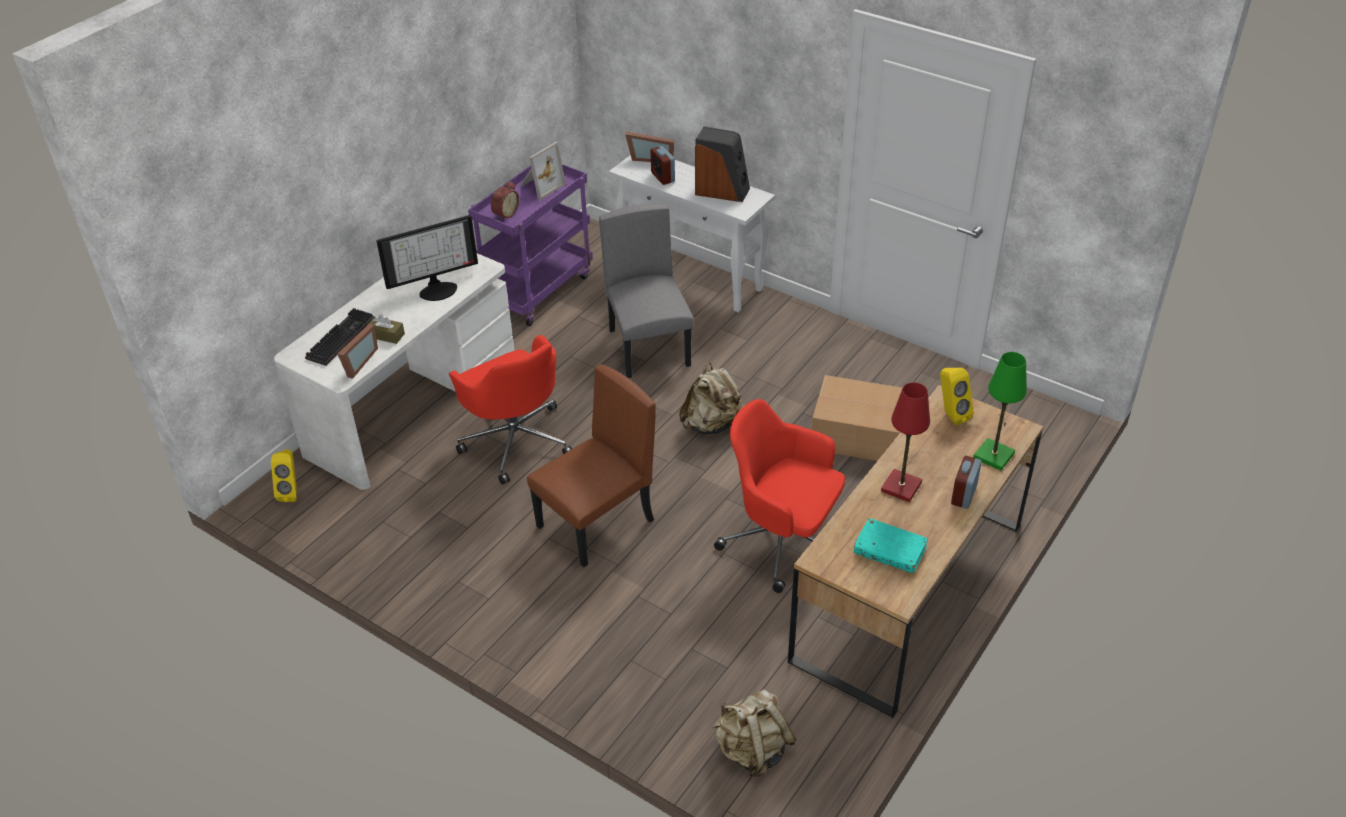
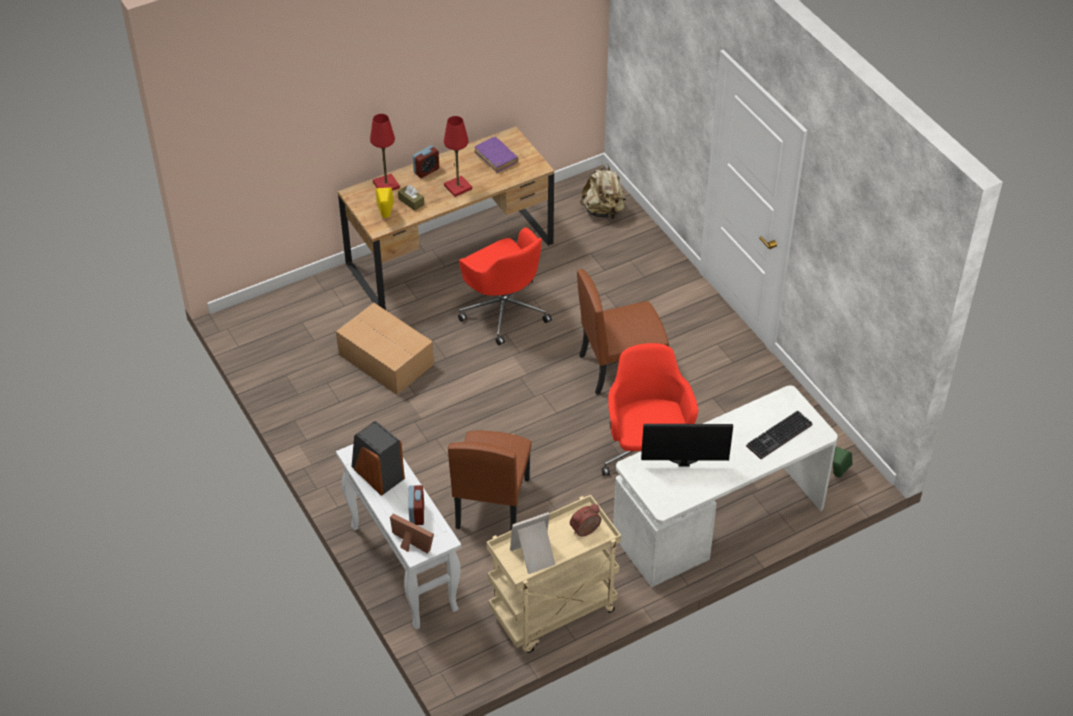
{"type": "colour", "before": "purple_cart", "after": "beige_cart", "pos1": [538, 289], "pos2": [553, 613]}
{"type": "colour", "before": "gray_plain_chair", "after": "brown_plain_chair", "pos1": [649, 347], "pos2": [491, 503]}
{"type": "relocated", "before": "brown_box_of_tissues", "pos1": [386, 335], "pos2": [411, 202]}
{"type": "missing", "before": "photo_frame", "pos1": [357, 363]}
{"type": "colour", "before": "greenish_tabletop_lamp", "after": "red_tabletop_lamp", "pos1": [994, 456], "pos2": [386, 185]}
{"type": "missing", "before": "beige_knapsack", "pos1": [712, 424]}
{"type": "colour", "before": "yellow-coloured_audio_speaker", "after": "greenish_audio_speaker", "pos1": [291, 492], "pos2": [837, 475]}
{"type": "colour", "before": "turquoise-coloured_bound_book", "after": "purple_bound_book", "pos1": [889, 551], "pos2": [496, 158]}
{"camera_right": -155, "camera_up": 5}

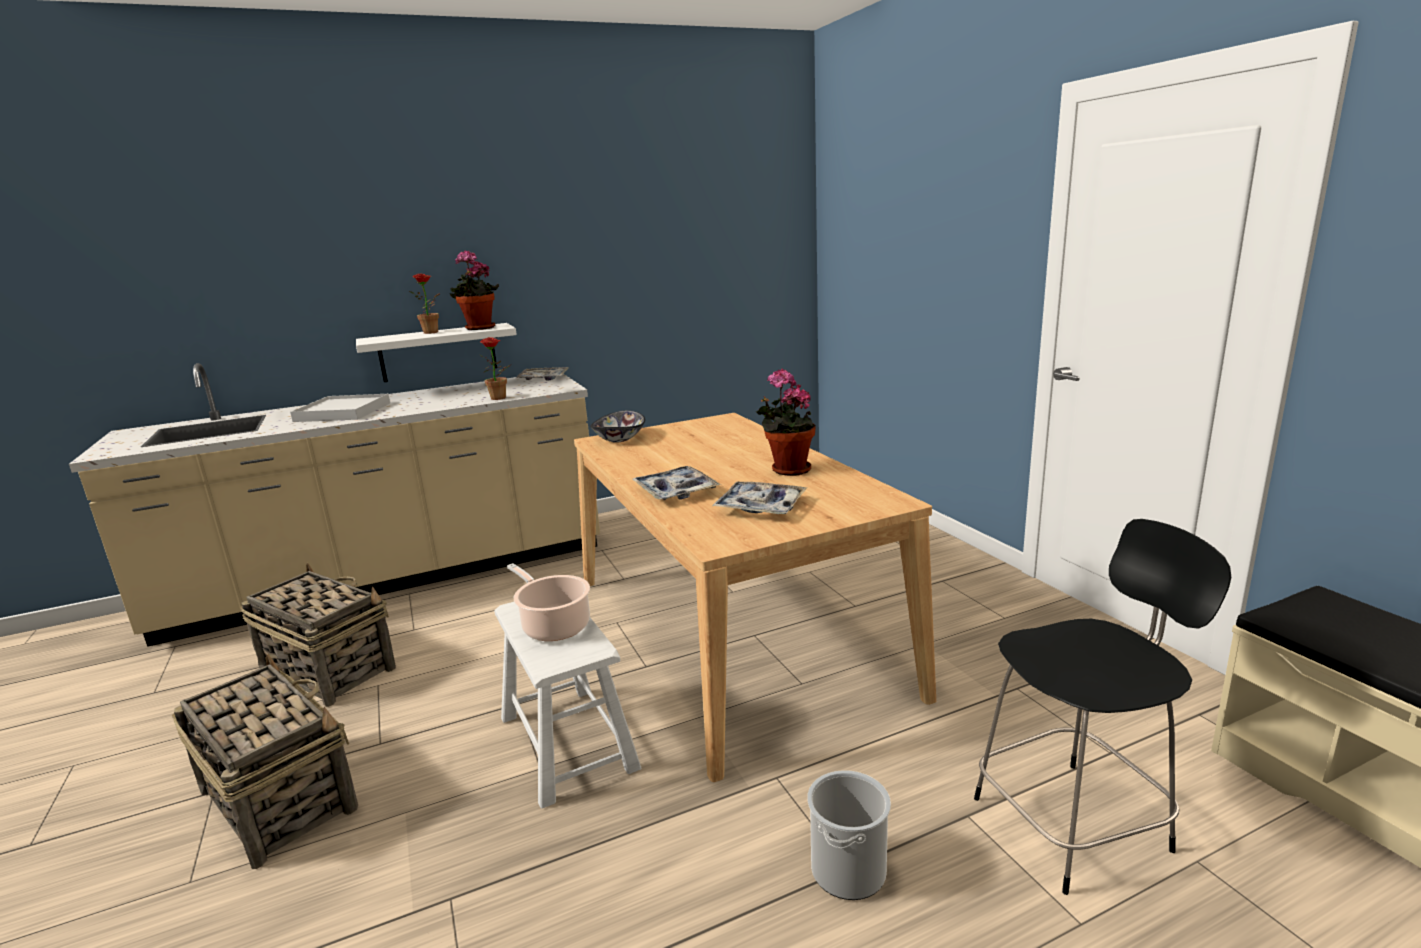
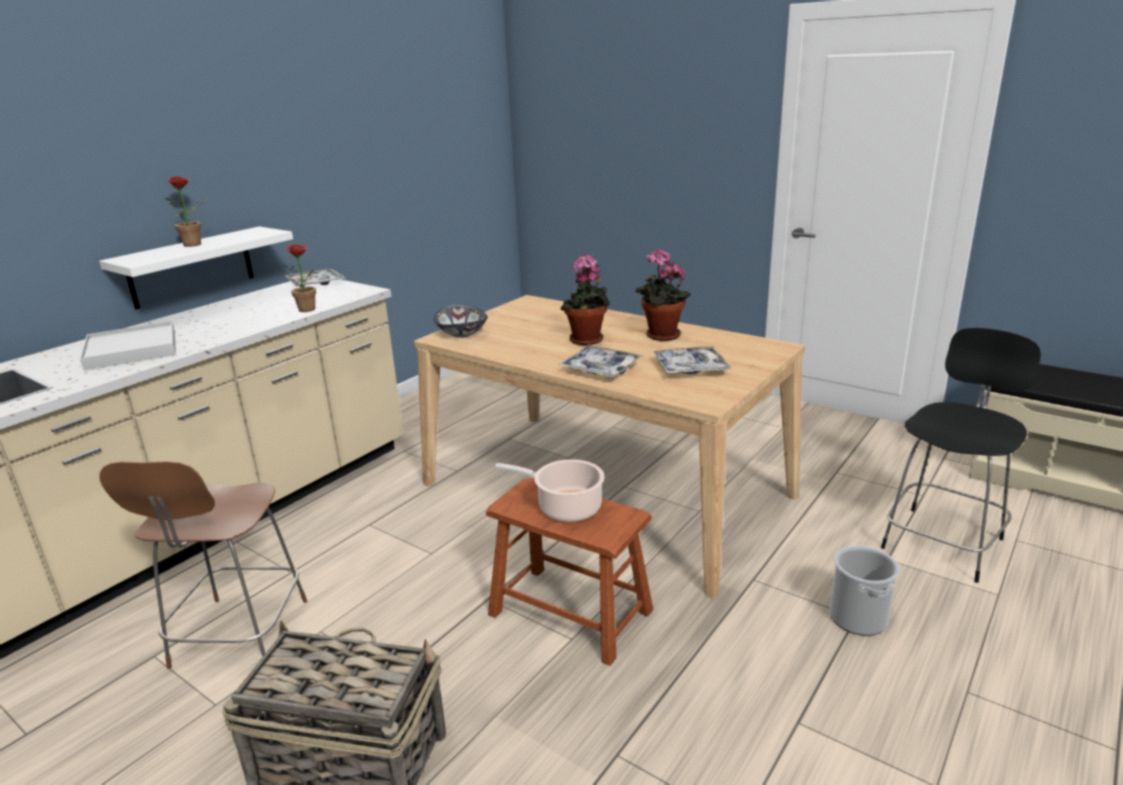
{"type": "relocated", "before": "houseplant", "pos1": [479, 328], "pos2": [587, 341]}
{"type": "exchanged", "before": "basket", "after": "brown_plain_chair", "pos1": [327, 669], "pos2": [238, 636]}
{"type": "colour", "before": "white_sitting_stool", "after": "brown_sitting_stool", "pos1": [567, 742], "pos2": [570, 612]}
{"camera_right": -30, "camera_up": 5}

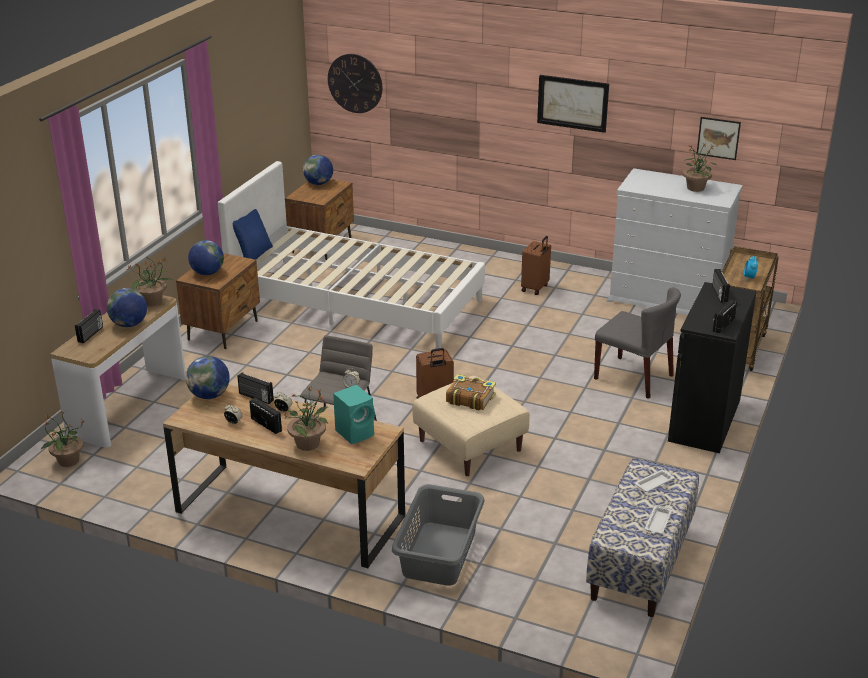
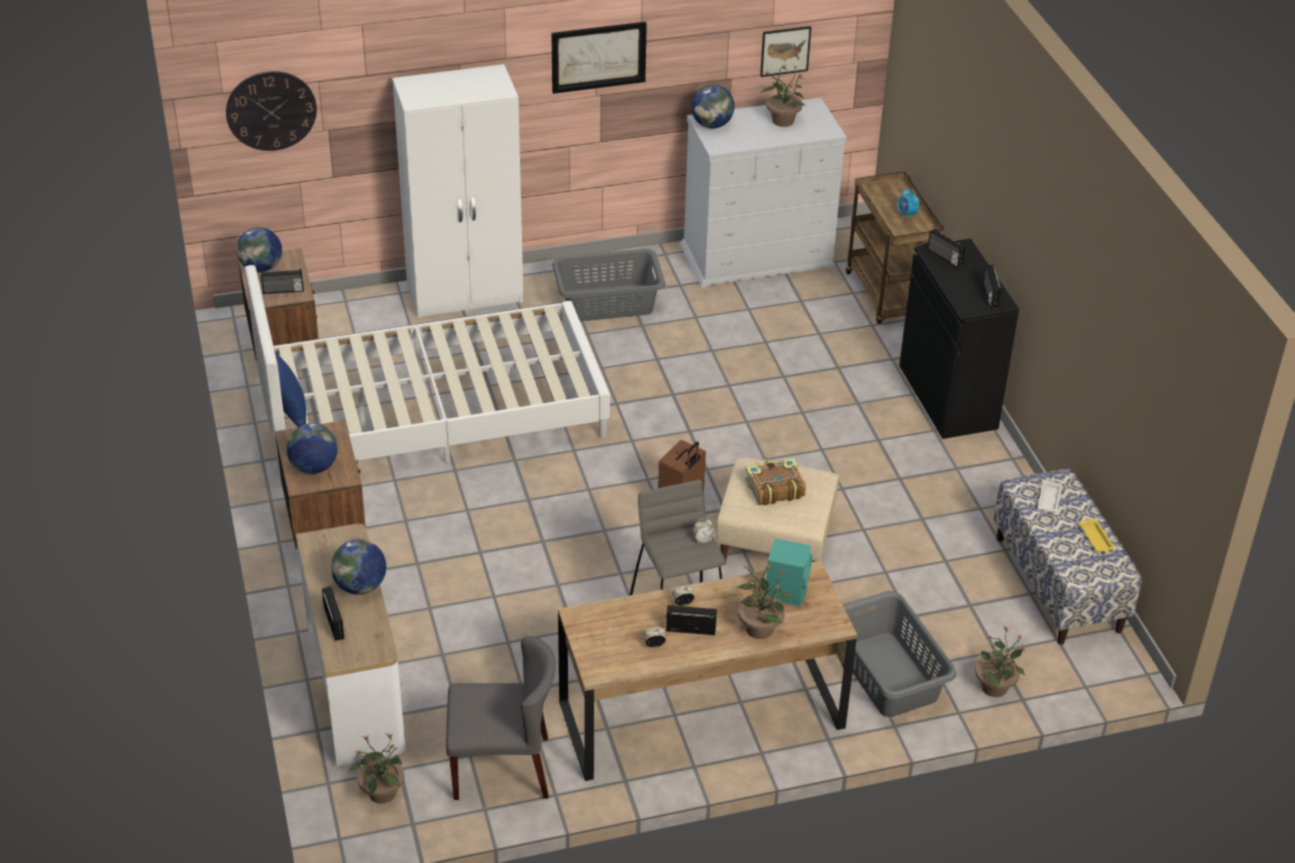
{"type": "exchanged", "before": "brown_travel_case", "after": "gray_washing_basket", "pos1": [535, 288], "pos2": [608, 303]}
{"type": "relocated", "before": "houseplant", "pos1": [153, 301], "pos2": [995, 687]}
{"type": "relocated", "before": "gray_plain_chair", "pos1": [634, 377], "pos2": [502, 767]}
{"type": "relocated", "before": "globe", "pos1": [209, 395], "pos2": [712, 125]}
{"type": "relocated", "before": "radio_receiver", "pos1": [255, 397], "pos2": [283, 291]}
{"type": "colour", "before": "white_serving_tray", "after": "yellow-coloured_serving_tray", "pos1": [658, 523], "pos2": [1096, 539]}
{"type": "appeared", "after": "white_clothes_cupboard", "pos2": [466, 294]}
{"camera_right": -40, "camera_up": 10}

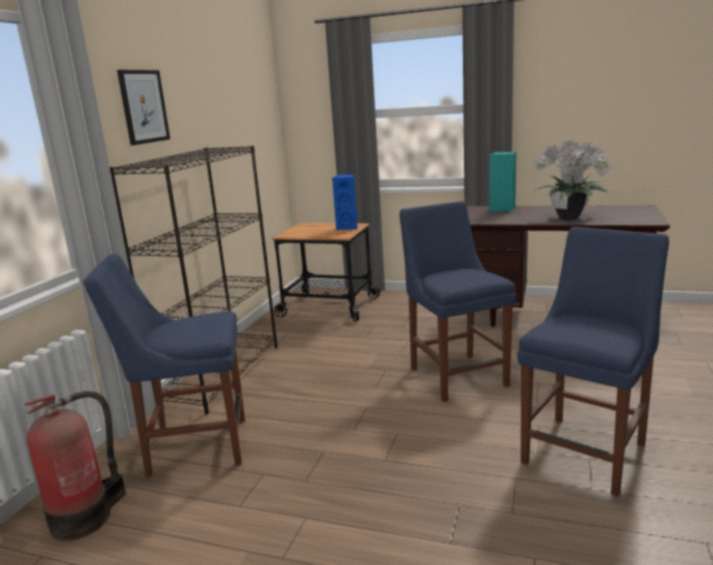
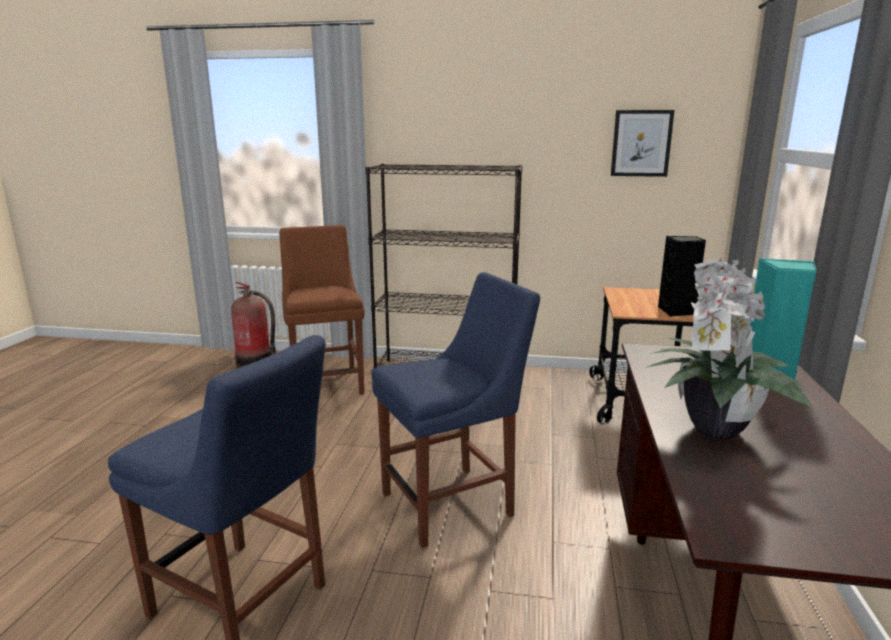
{"type": "relocated", "before": "wall_art", "pos1": [143, 106], "pos2": [641, 143]}
{"type": "colour", "before": "blue-coloured_audio_speaker", "after": "black_audio_speaker", "pos1": [348, 227], "pos2": [677, 312]}
{"type": "colour", "before": "blue-coloured_plain_chair", "after": "brown_plain_chair", "pos1": [192, 446], "pos2": [327, 382]}
{"camera_right": 80, "camera_up": 0}

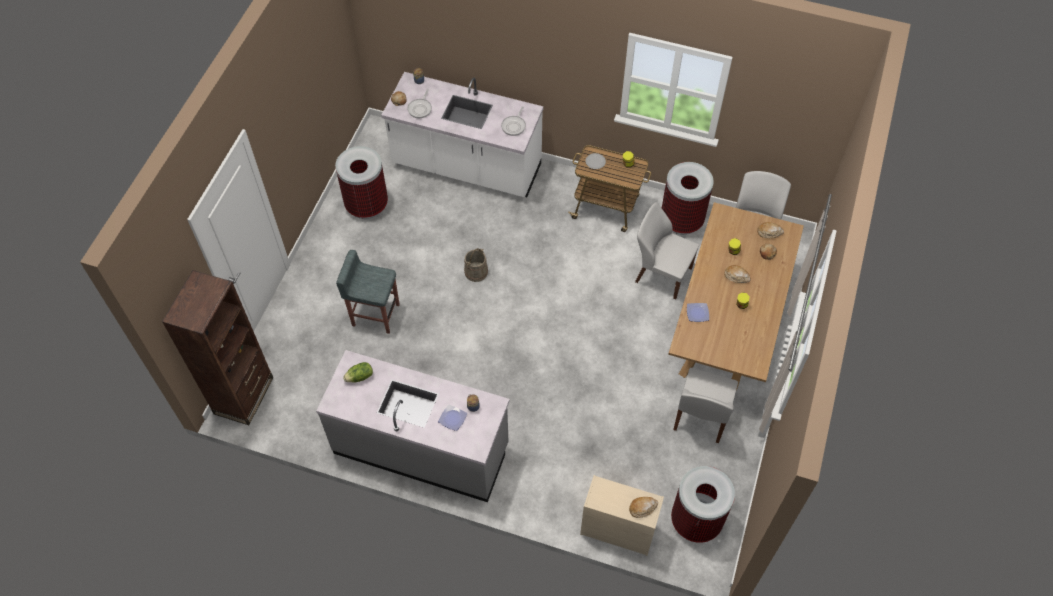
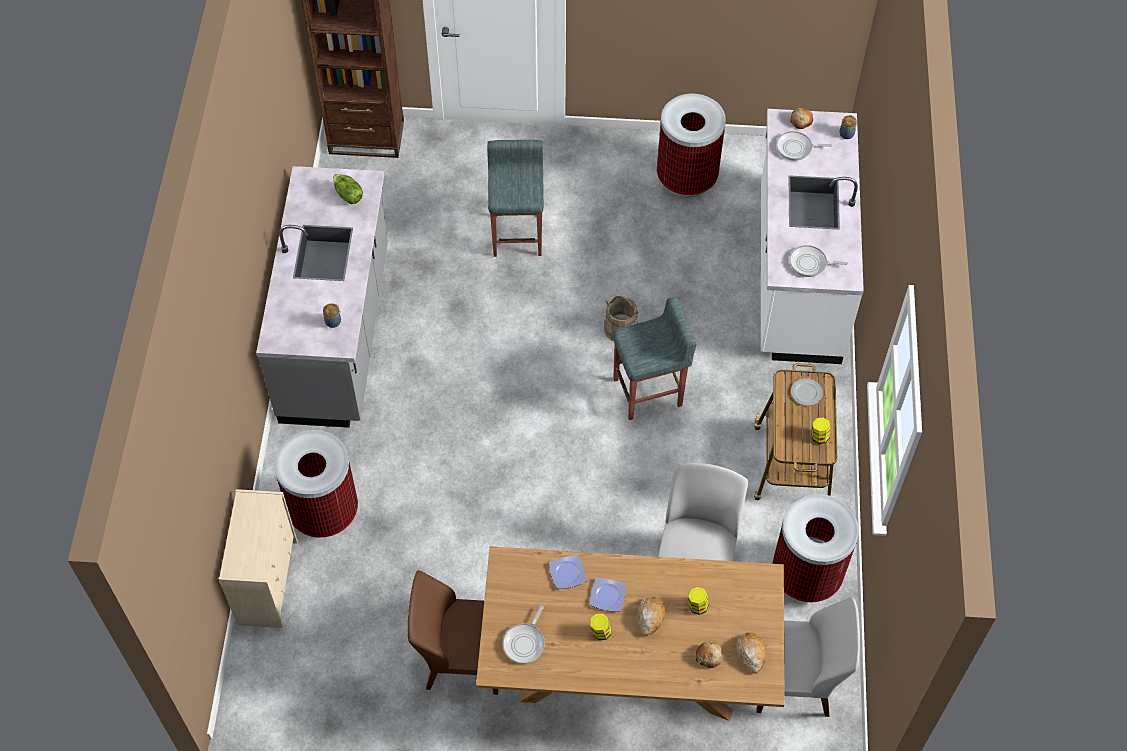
{"type": "colour", "before": "white_plain_chair", "after": "brown_plain_chair", "pos1": [700, 417], "pos2": [462, 659]}
{"type": "relocated", "before": "dinner_plate", "pos1": [453, 419], "pos2": [607, 596]}
{"type": "relocated", "before": "trash_can", "pos1": [695, 521], "pos2": [323, 512]}
{"type": "missing", "before": "baked_bread", "pos1": [642, 508]}
{"type": "appeared", "after": "gray_sitting_stool", "pos2": [648, 392]}
{"type": "appeared", "after": "frying_pan", "pos2": [525, 642]}
{"camera_right": 75, "camera_up": 0}

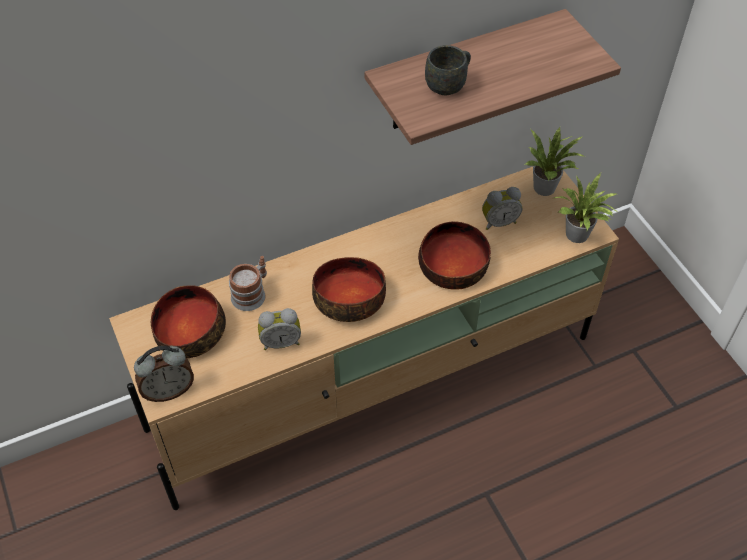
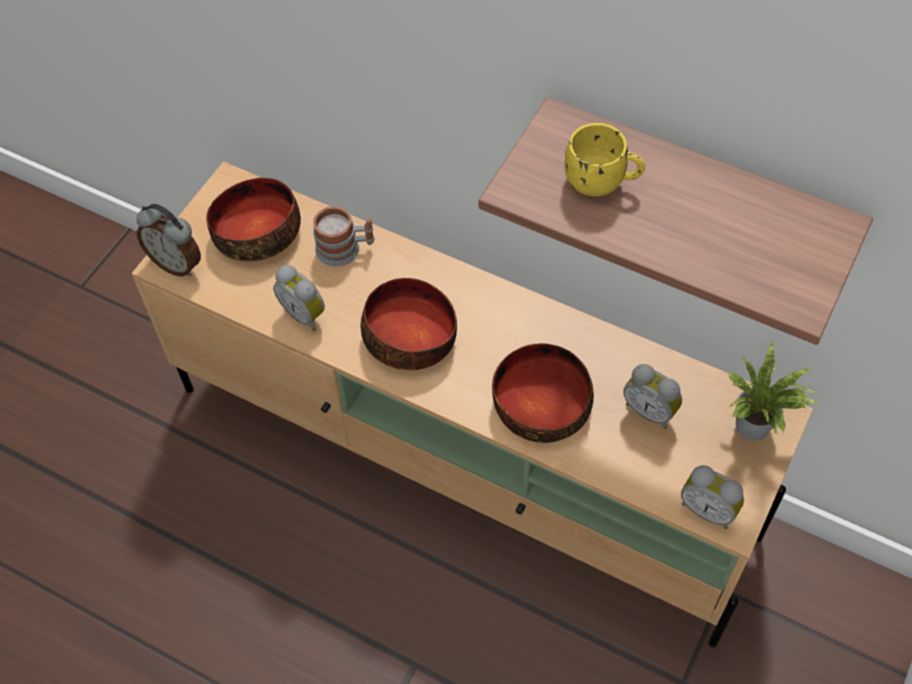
{"type": "colour", "before": "gray_mug", "after": "yellow-coloured_mug", "pos1": [449, 84], "pos2": [602, 182]}
{"type": "exchanged", "before": "houseplant", "after": "alarm_clock", "pos1": [578, 236], "pos2": [708, 509]}
{"camera_right": 55, "camera_up": 5}

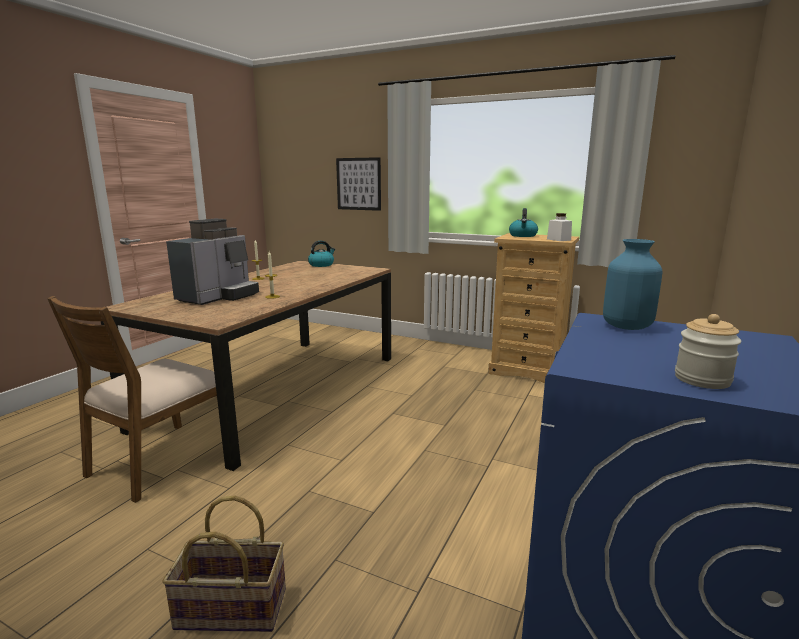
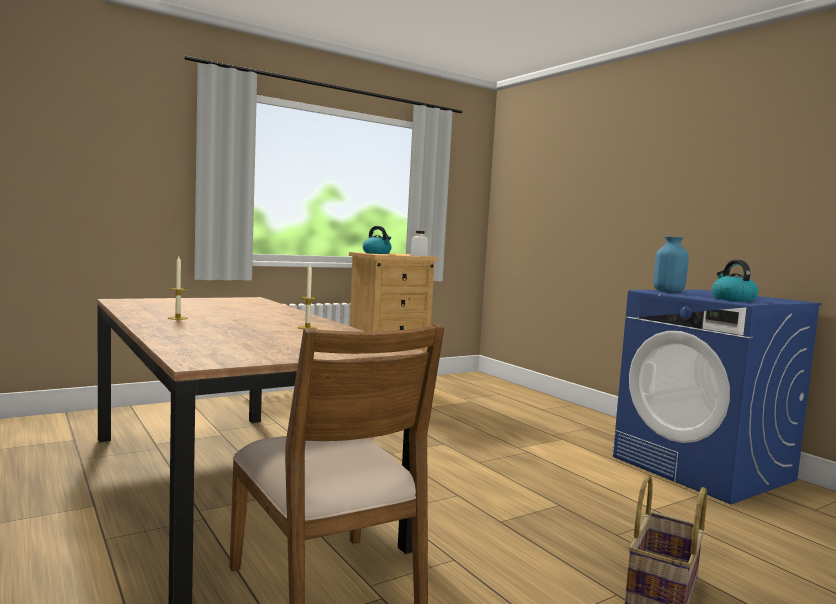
{"type": "missing", "before": "wall_art", "pos1": [358, 184]}
{"type": "missing", "before": "coffee_maker", "pos1": [219, 297]}
{"type": "relocated", "before": "tea_kettle", "pos1": [321, 265], "pos2": [732, 299]}
{"type": "missing", "before": "jar", "pos1": [702, 379]}
{"camera_right": -60, "camera_up": -10}

